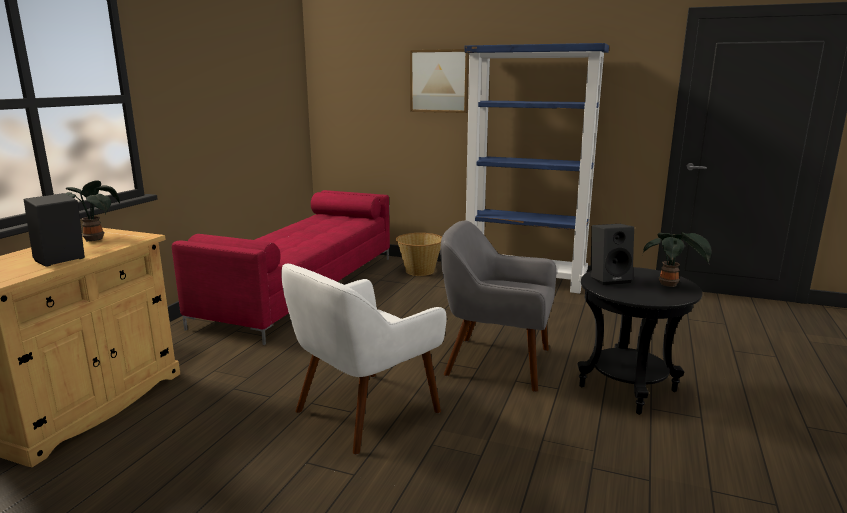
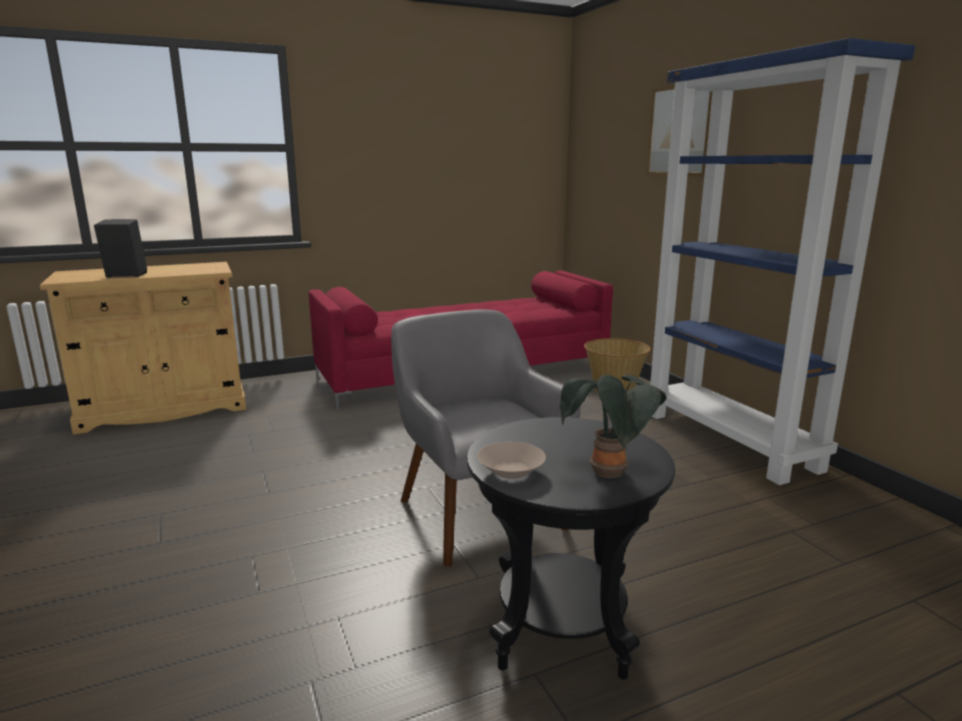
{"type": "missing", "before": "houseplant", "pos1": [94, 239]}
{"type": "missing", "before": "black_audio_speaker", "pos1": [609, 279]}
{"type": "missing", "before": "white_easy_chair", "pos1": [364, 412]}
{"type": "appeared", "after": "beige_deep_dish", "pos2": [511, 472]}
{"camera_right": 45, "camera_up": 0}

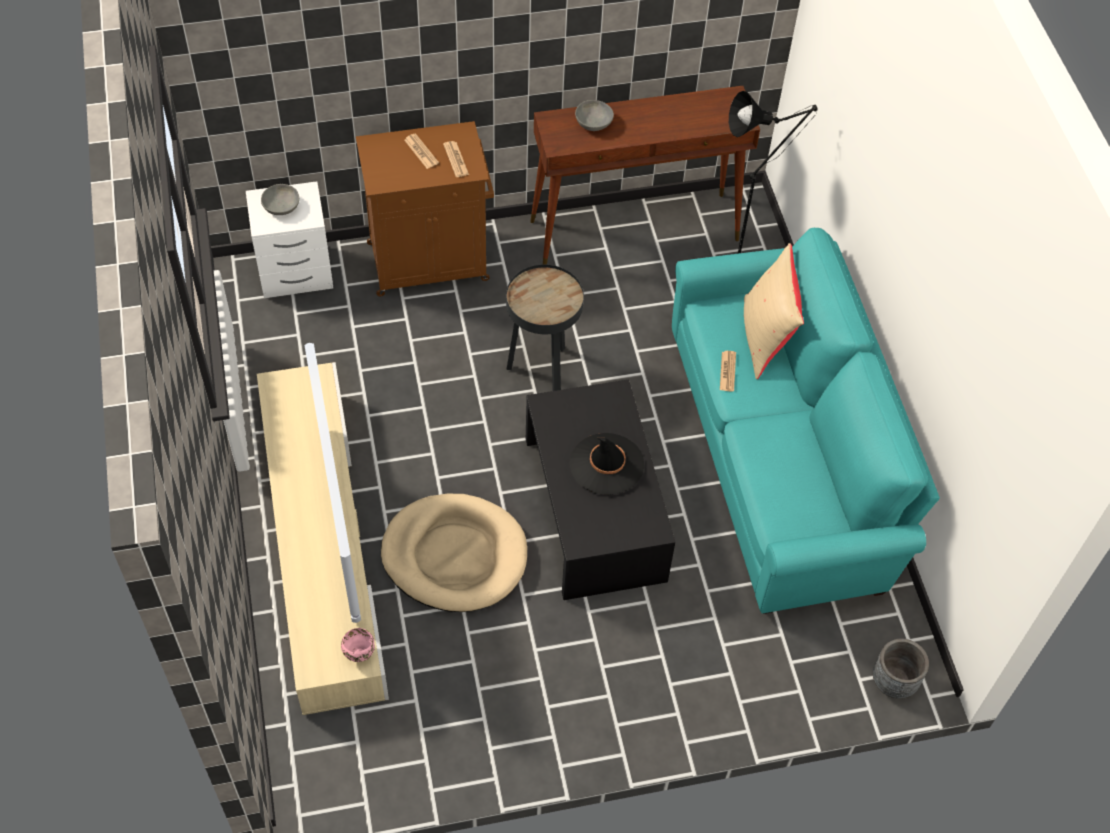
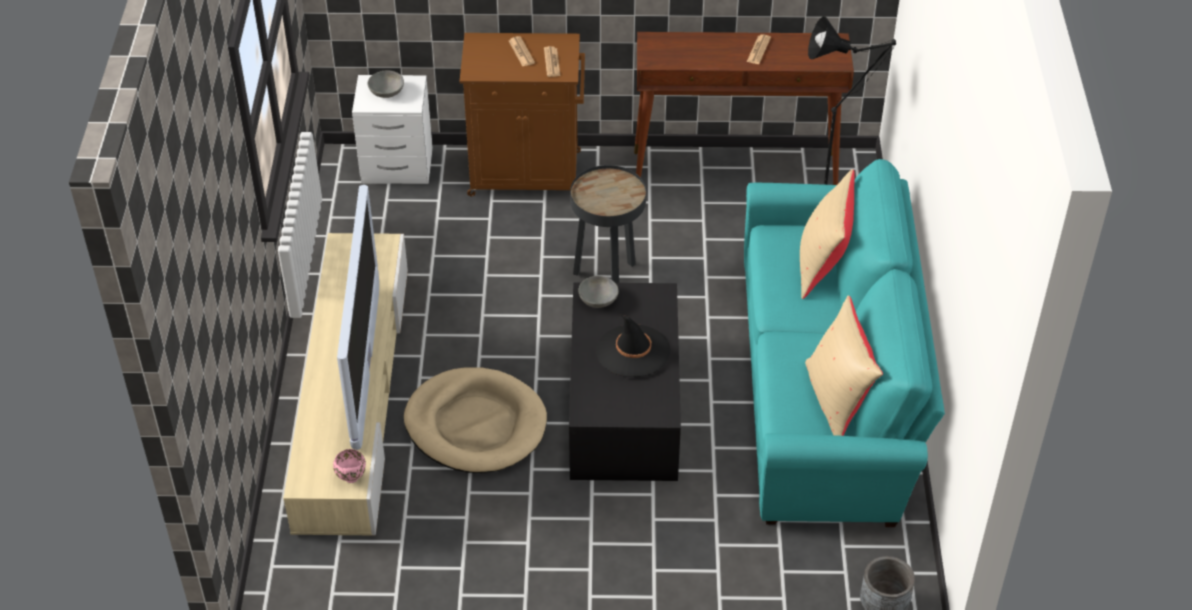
{"type": "relocated", "before": "gray_deep_dish", "pos1": [594, 123], "pos2": [598, 300]}
{"type": "relocated", "before": "daily_paper", "pos1": [727, 371], "pos2": [758, 50]}
{"type": "appeared", "after": "beige_throw_pillow", "pos2": [837, 400]}
{"camera_right": 15, "camera_up": -10}

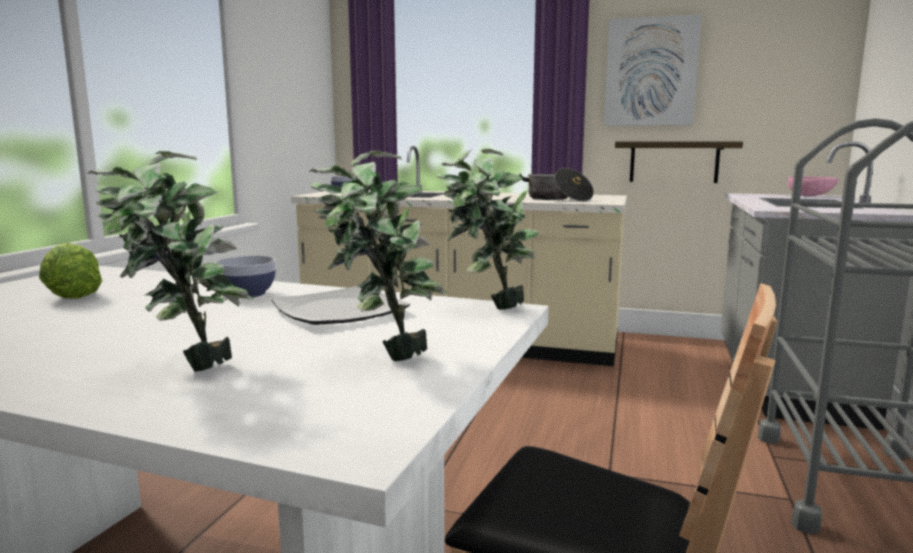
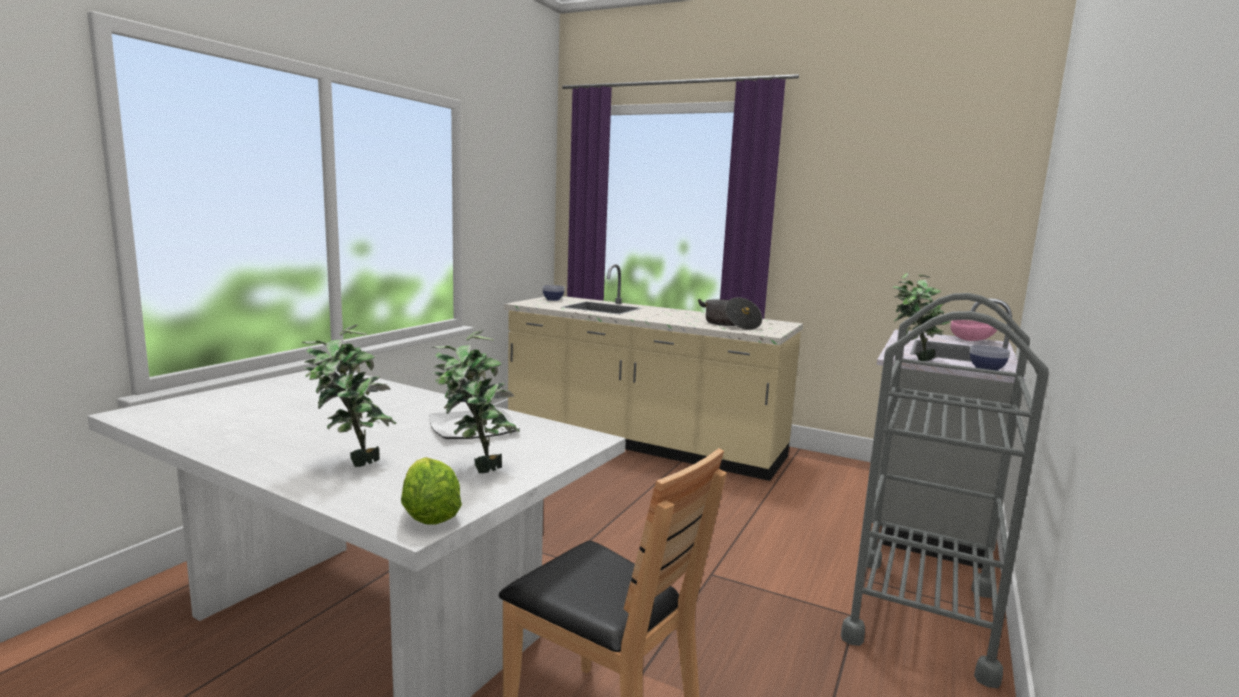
{"type": "missing", "before": "wall_art", "pos1": [650, 72]}
{"type": "missing", "before": "bracket_shelf", "pos1": [674, 162]}
{"type": "relocated", "before": "houseplant", "pos1": [487, 307], "pos2": [912, 359]}
{"type": "relocated", "before": "lettuce_head", "pos1": [72, 295], "pos2": [429, 515]}
{"type": "relocated", "before": "deep_dish", "pos1": [248, 294], "pos2": [986, 369]}
{"camera_right": 10, "camera_up": 0}

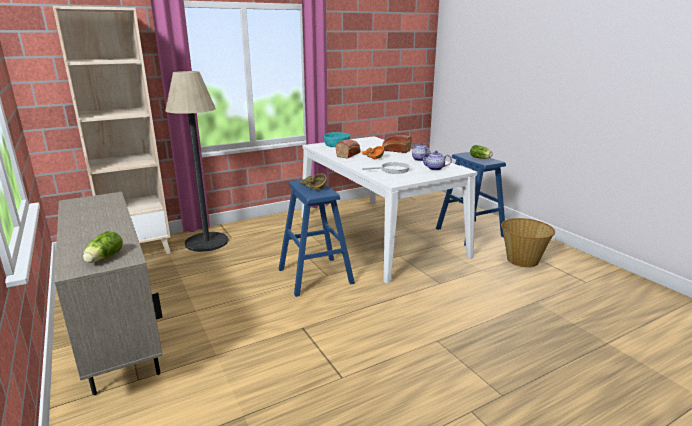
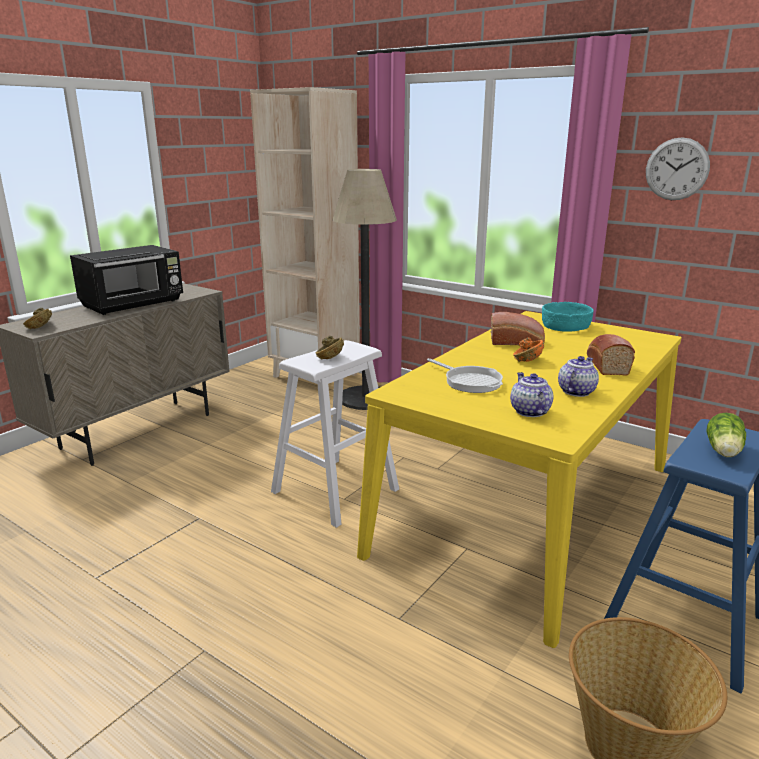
{"type": "colour", "before": "white_kitchen_table", "after": "yellow-coloured_kitchen_table", "pos1": [378, 234], "pos2": [528, 508]}
{"type": "colour", "before": "blue-coloured_sitting_stool", "after": "white_sitting_stool", "pos1": [315, 276], "pos2": [335, 490]}
{"type": "exchanged", "before": "lettuce_head", "after": "brown_deep_dish", "pos1": [103, 258], "pos2": [41, 325]}
{"type": "appeared", "after": "wall_clock", "pos2": [677, 169]}
{"type": "appeared", "after": "black_microwave_oven", "pos2": [134, 304]}
{"camera_right": 65, "camera_up": 0}

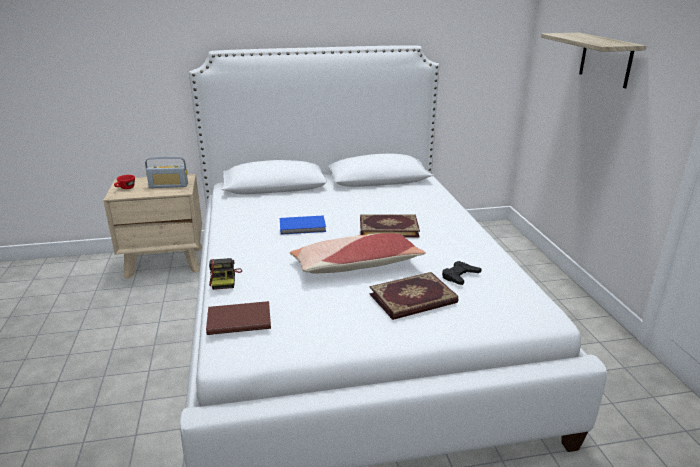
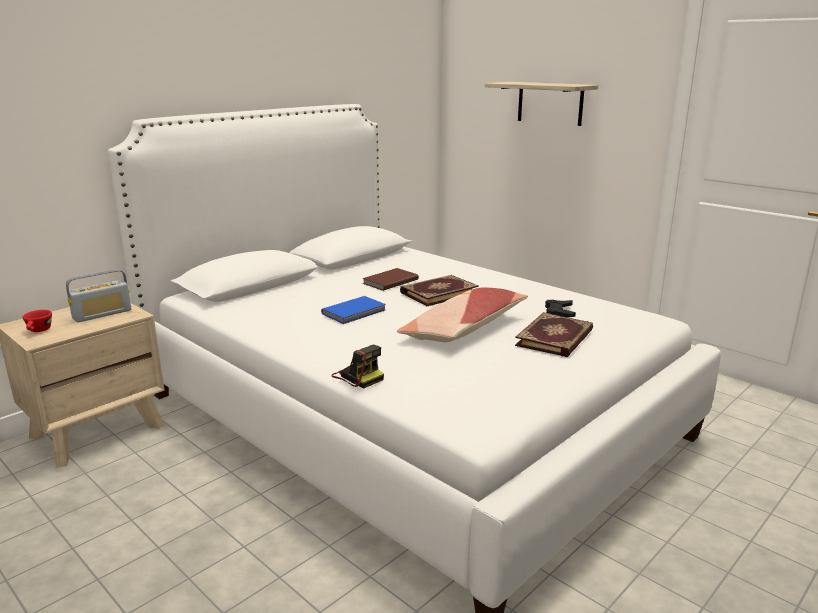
{"type": "relocated", "before": "brown_bound_book", "pos1": [238, 320], "pos2": [389, 281]}
{"camera_right": -35, "camera_up": -5}

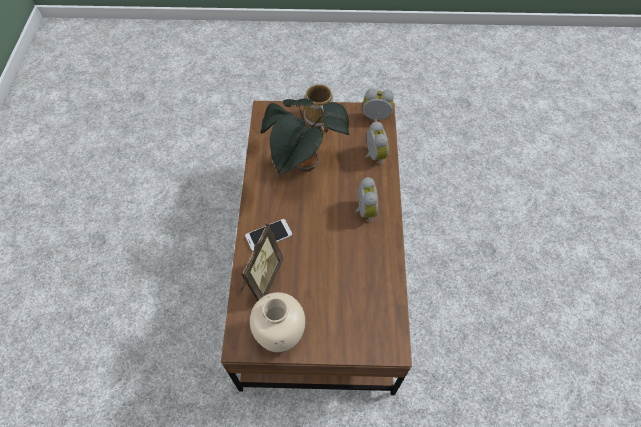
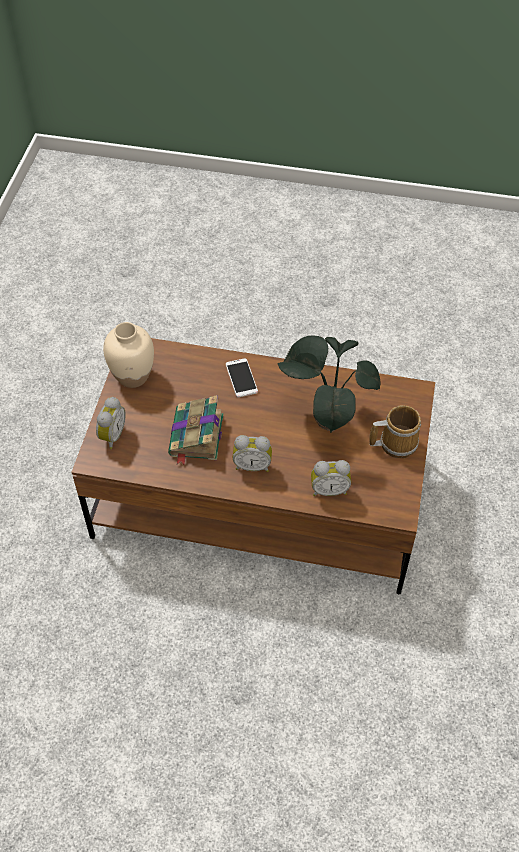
{"type": "relocated", "before": "alarm_clock", "pos1": [376, 119], "pos2": [111, 435]}
{"type": "missing", "before": "photo_frame", "pos1": [261, 279]}
{"type": "appeared", "after": "bound_book", "pos2": [196, 436]}
{"camera_right": 100, "camera_up": -5}

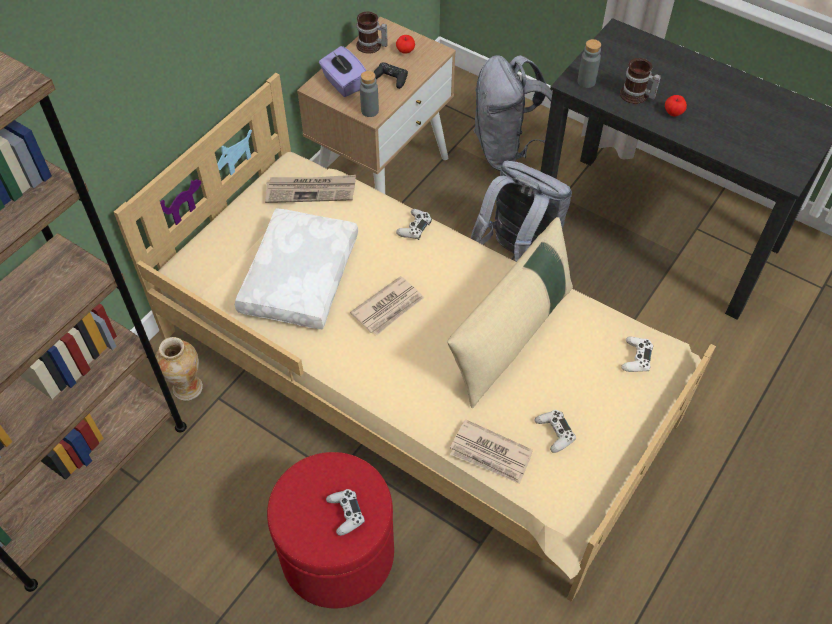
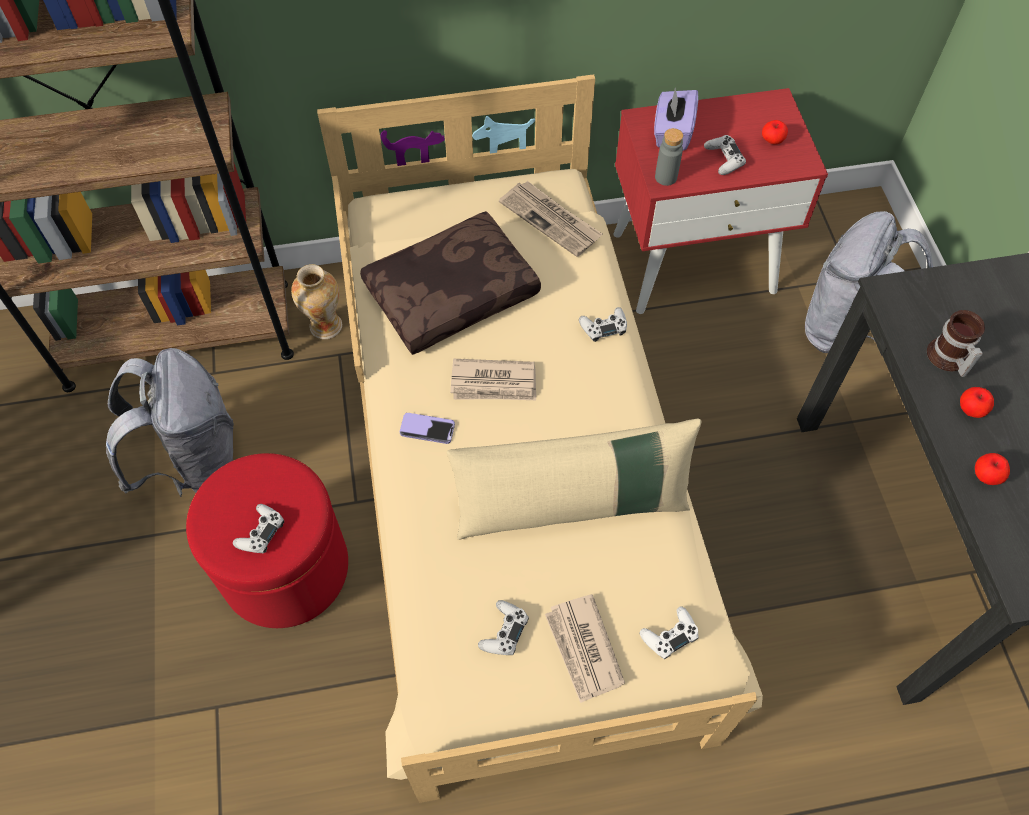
{"type": "missing", "before": "mug", "pos1": [371, 46]}
{"type": "colour", "before": "beige_night_table", "after": "red_night_table", "pos1": [382, 173], "pos2": [694, 261]}
{"type": "missing", "before": "gray_beverage_bottle", "pos1": [586, 82]}
{"type": "colour", "before": "black_game_controller", "after": "white_game_controller", "pos1": [390, 79], "pos2": [724, 159]}
{"type": "relocated", "before": "gray_knapsack", "pos1": [517, 257], "pos2": [195, 463]}
{"type": "colour", "before": "white_throw_pillow", "after": "brown_throw_pillow", "pos1": [298, 276], "pos2": [451, 291]}
{"type": "relocated", "before": "daily_paper", "pos1": [491, 454], "pos2": [583, 649]}
{"type": "appeared", "after": "handset", "pos2": [427, 429]}
{"type": "appeared", "after": "apple", "pos2": [986, 476]}
{"camera_right": 45, "camera_up": 5}

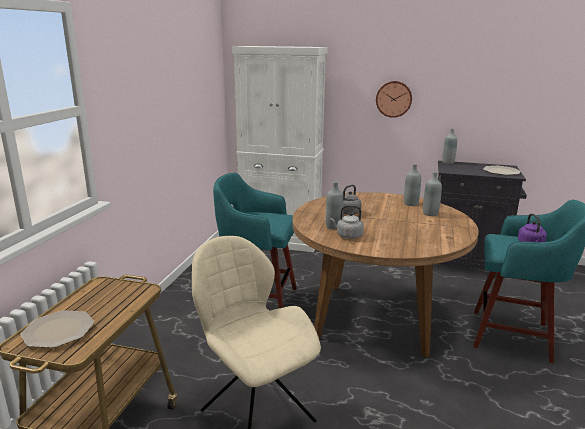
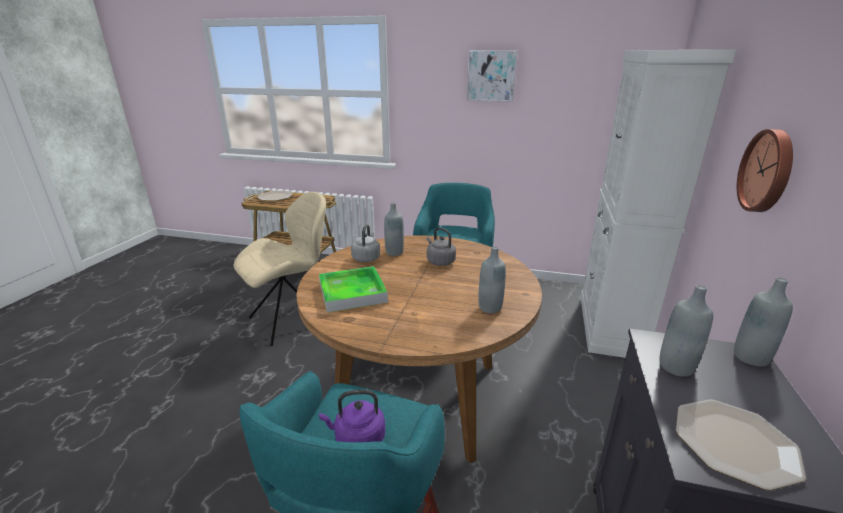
{"type": "relocated", "before": "gray_beverage_bottle", "pos1": [430, 213], "pos2": [676, 367]}
{"type": "appeared", "after": "wall_art", "pos2": [491, 75]}
{"type": "appeared", "after": "serving_tray", "pos2": [352, 292]}
{"camera_right": 90, "camera_up": 5}

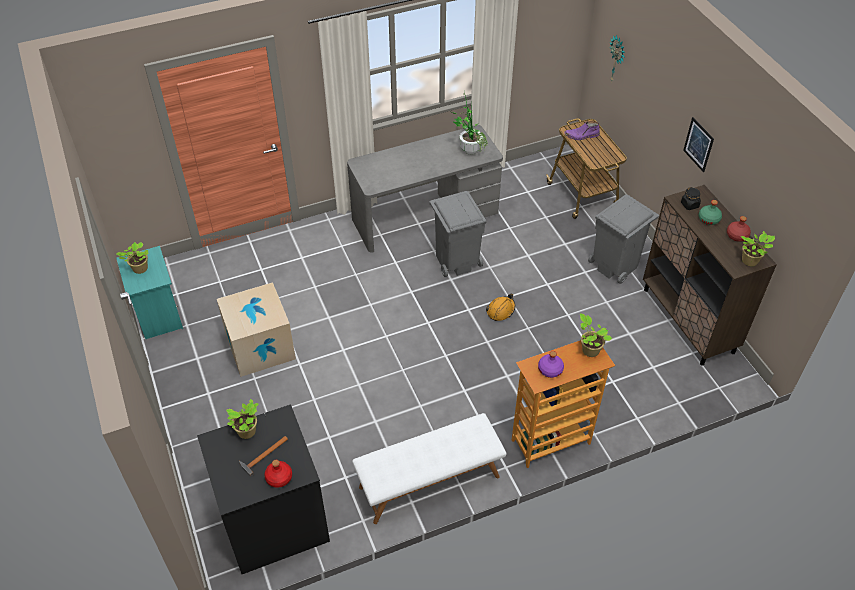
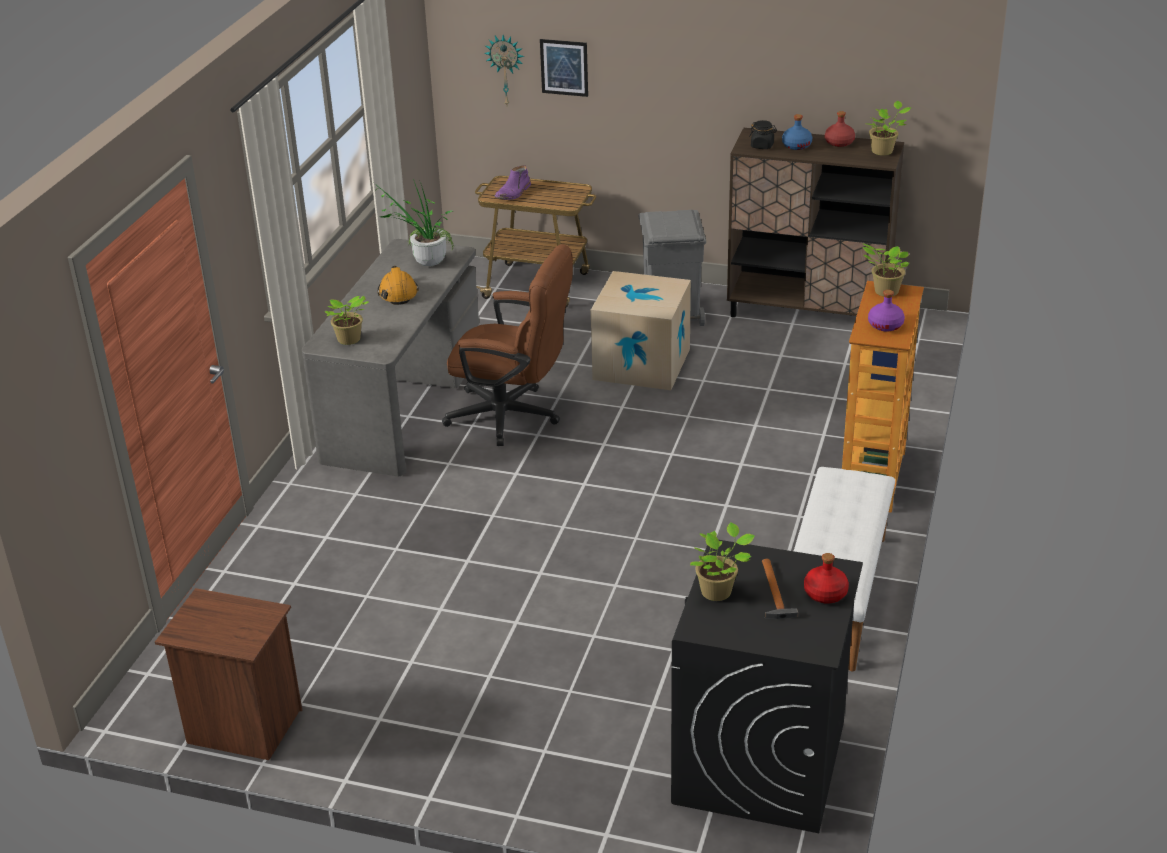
{"type": "relocated", "before": "wall_art", "pos1": [698, 144], "pos2": [564, 67]}
{"type": "exchanged", "before": "gray_trash_can", "after": "brown_desk_chair", "pos1": [456, 261], "pos2": [513, 417]}
{"type": "colour", "before": "greenish_beverage_bottle", "after": "blue-coloured_beverage_bottle", "pos1": [709, 219], "pos2": [796, 145]}
{"type": "relocated", "before": "houseplant", "pos1": [139, 269], "pos2": [349, 340]}
{"type": "colour", "before": "turquoise-coloured_night_table", "after": "brown_night_table", "pos1": [158, 317], "pos2": [243, 727]}
{"type": "relocated", "before": "carton", "pos1": [260, 347], "pos2": [641, 364]}
{"type": "relocated", "before": "orange_work_helmet", "pos1": [501, 310], "pos2": [398, 293]}
{"camera_right": -50, "camera_up": -15}

